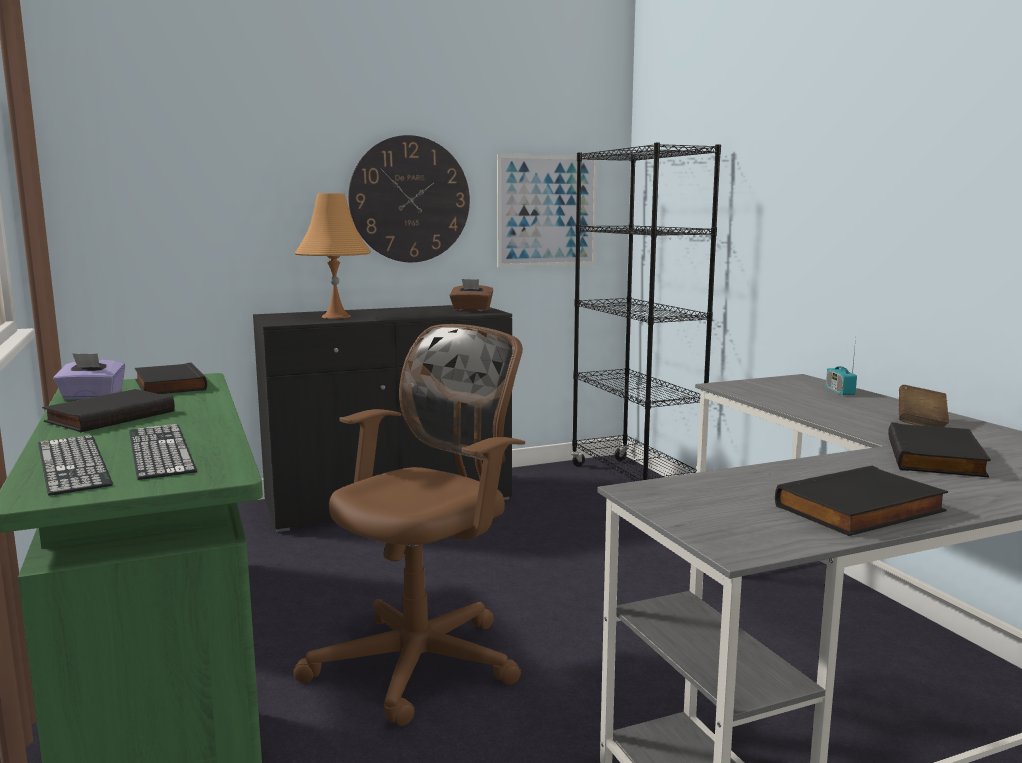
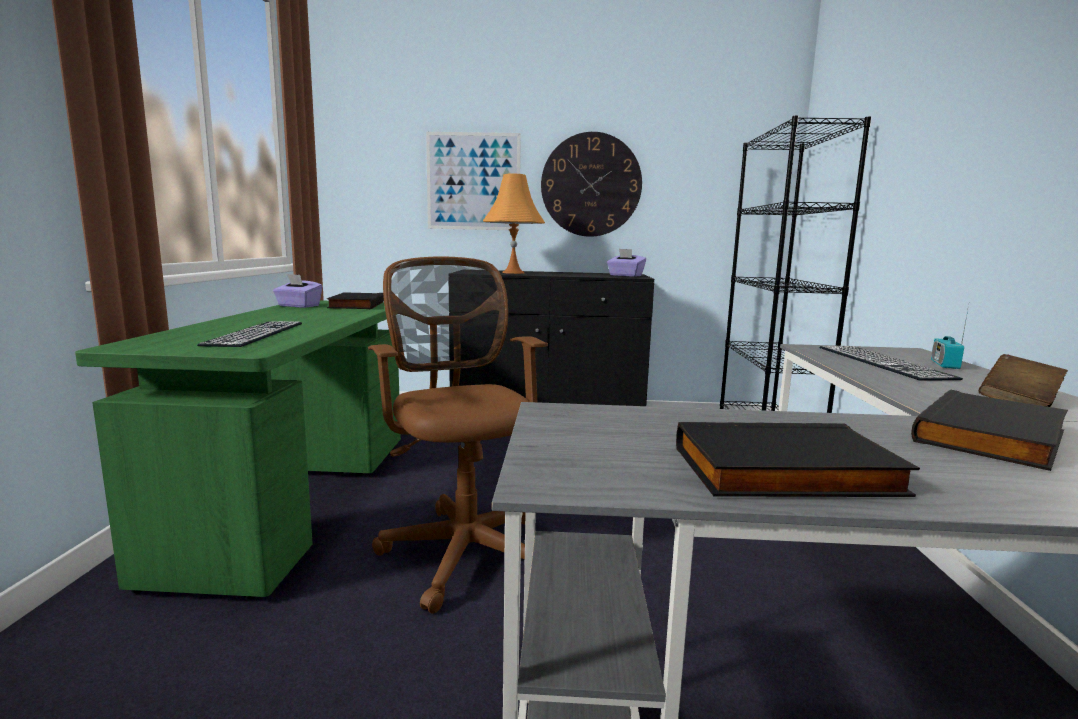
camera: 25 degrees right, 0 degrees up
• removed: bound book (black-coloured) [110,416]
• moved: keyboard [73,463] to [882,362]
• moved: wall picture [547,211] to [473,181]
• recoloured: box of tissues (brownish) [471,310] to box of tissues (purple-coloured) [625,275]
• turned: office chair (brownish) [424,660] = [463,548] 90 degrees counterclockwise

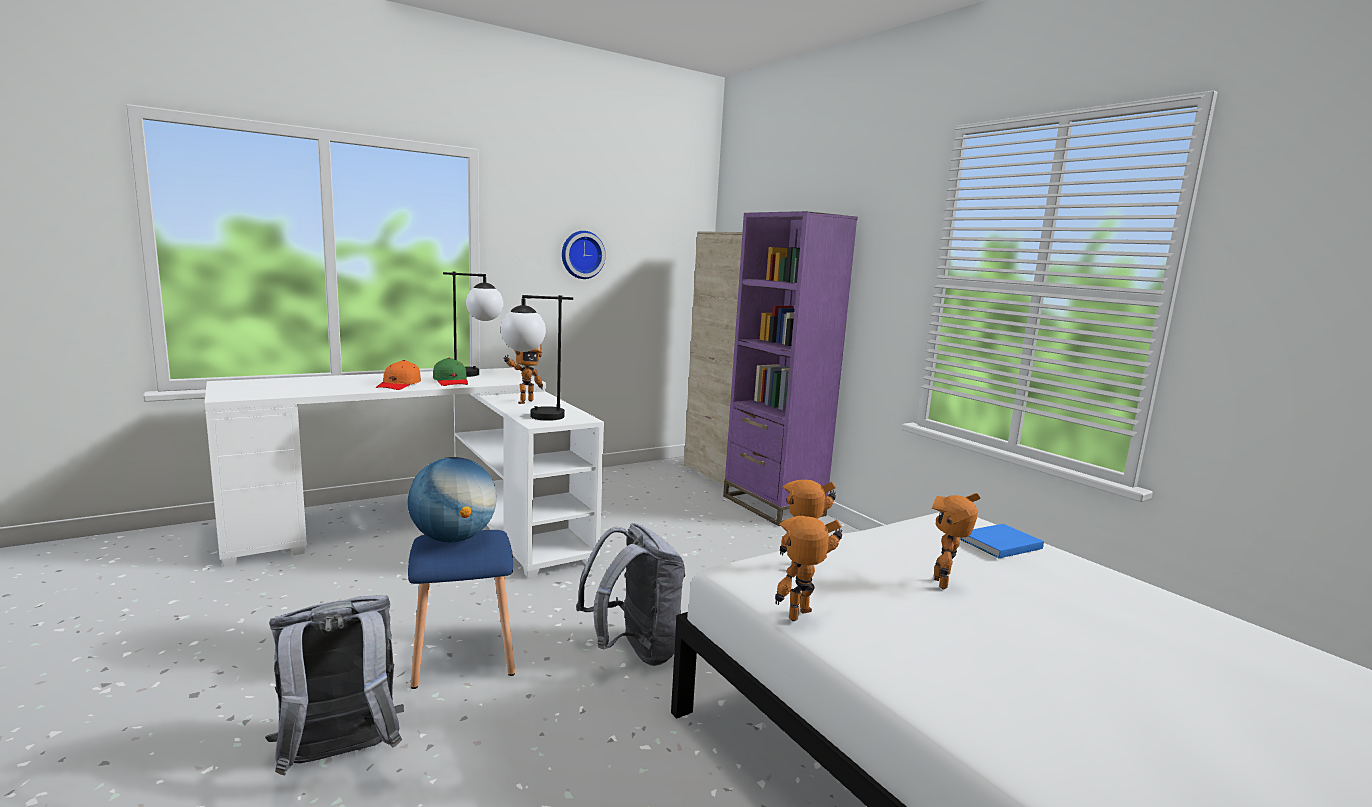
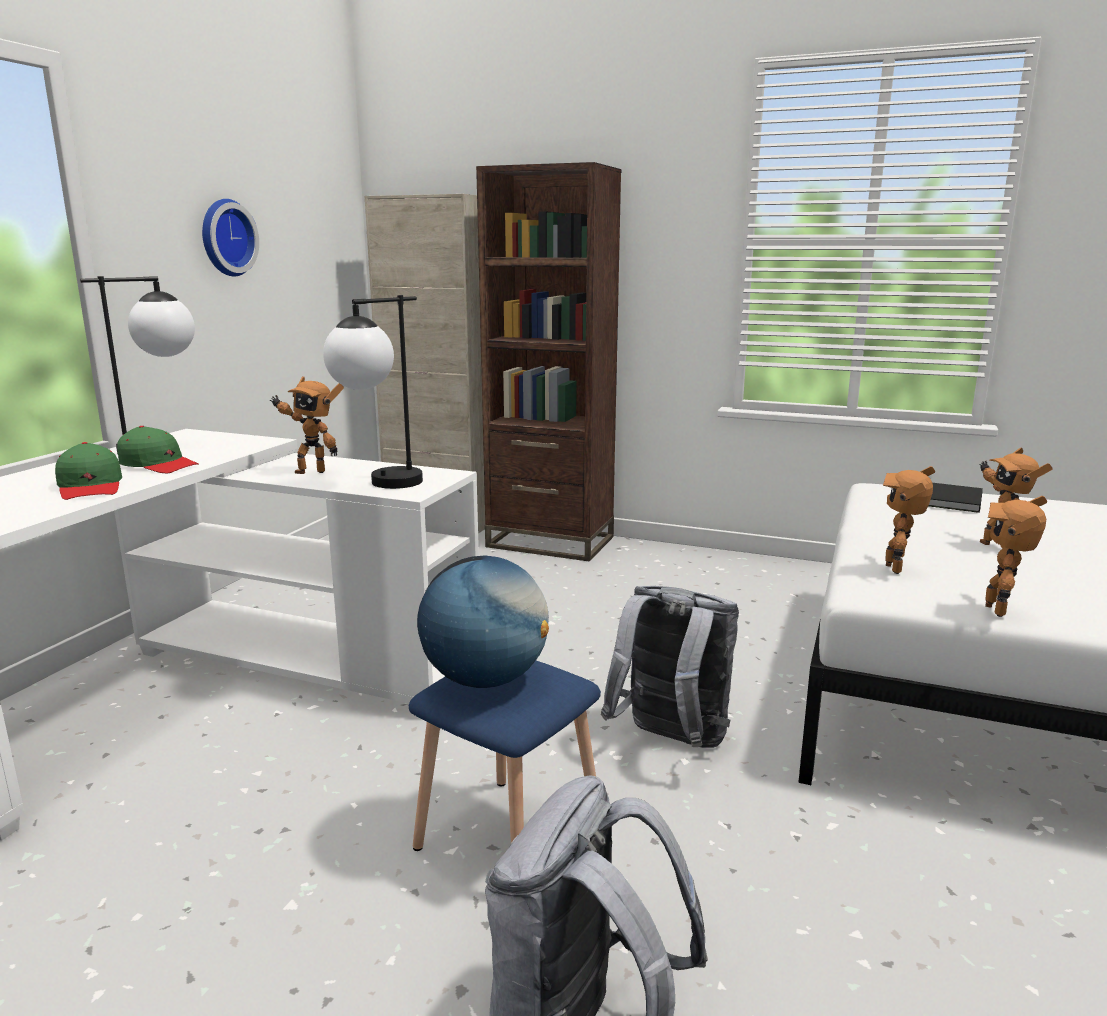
camera: 35 degrees left, 5 degrees up
• recoloured: baseball cap (orange-coloured) [399,385] to baseball cap (green) [91,487]
• recoloured: shelving unit (purple-coloured) [773,505] to shelving unit (brownish) [550,542]
• recoloured: bound book (bluish) [998,543] to bound book (black-coloured) [952,501]
• turned: toy robot [523,402] = [311,471] 90 degrees clockwise

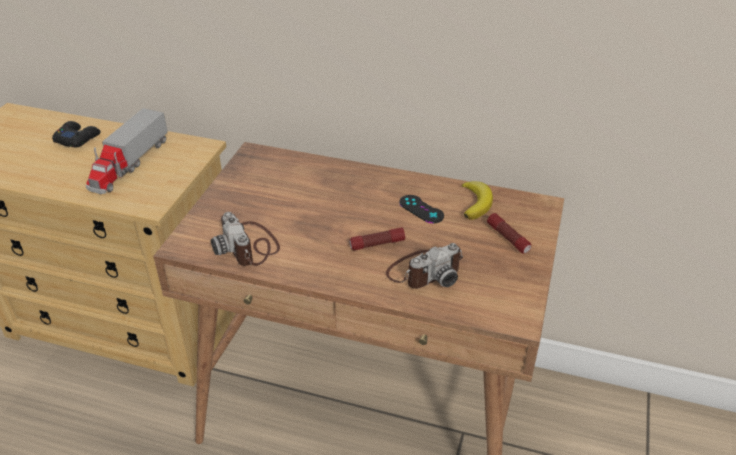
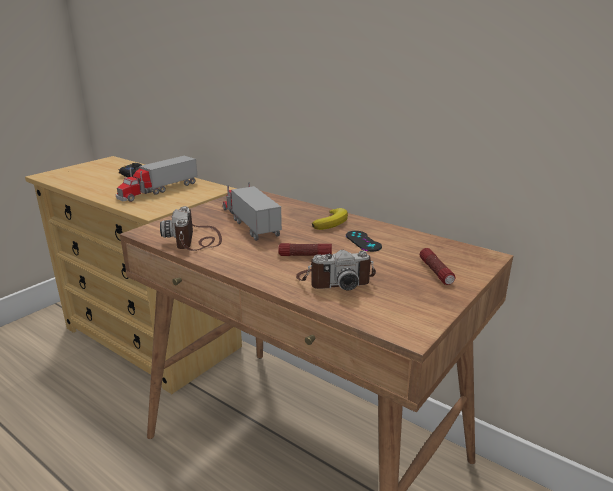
camera: 20 degrees right, 15 degrees down
• added: toy lorry [249,222]
• moved: banana [476,202] to [332,222]

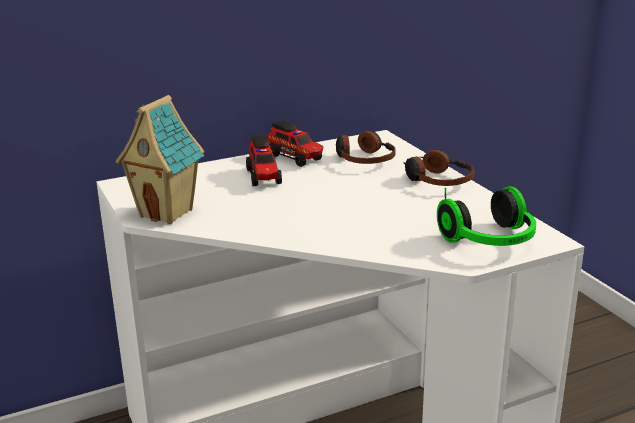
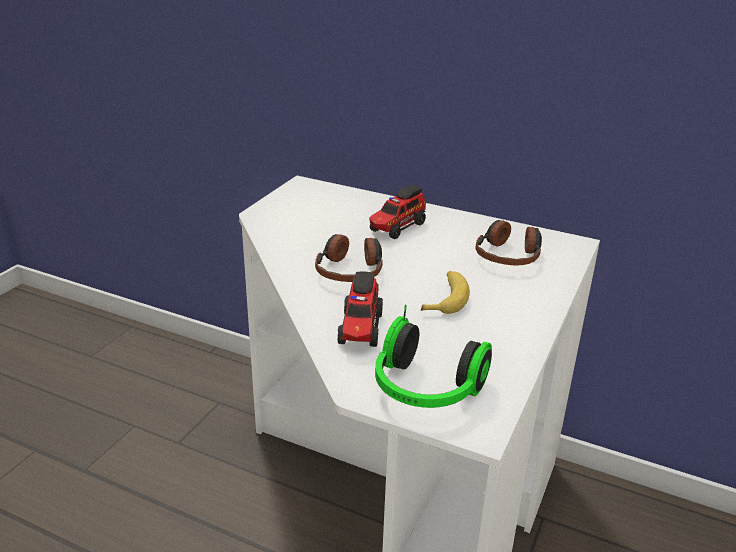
camera: 50 degrees right, 5 degrees up
• removed: toy house [168,212]
• added: banana [446,298]
• moved: toy lorry [296,158] to [360,329]
• moved: pair of headphones [437,180] to [350,270]

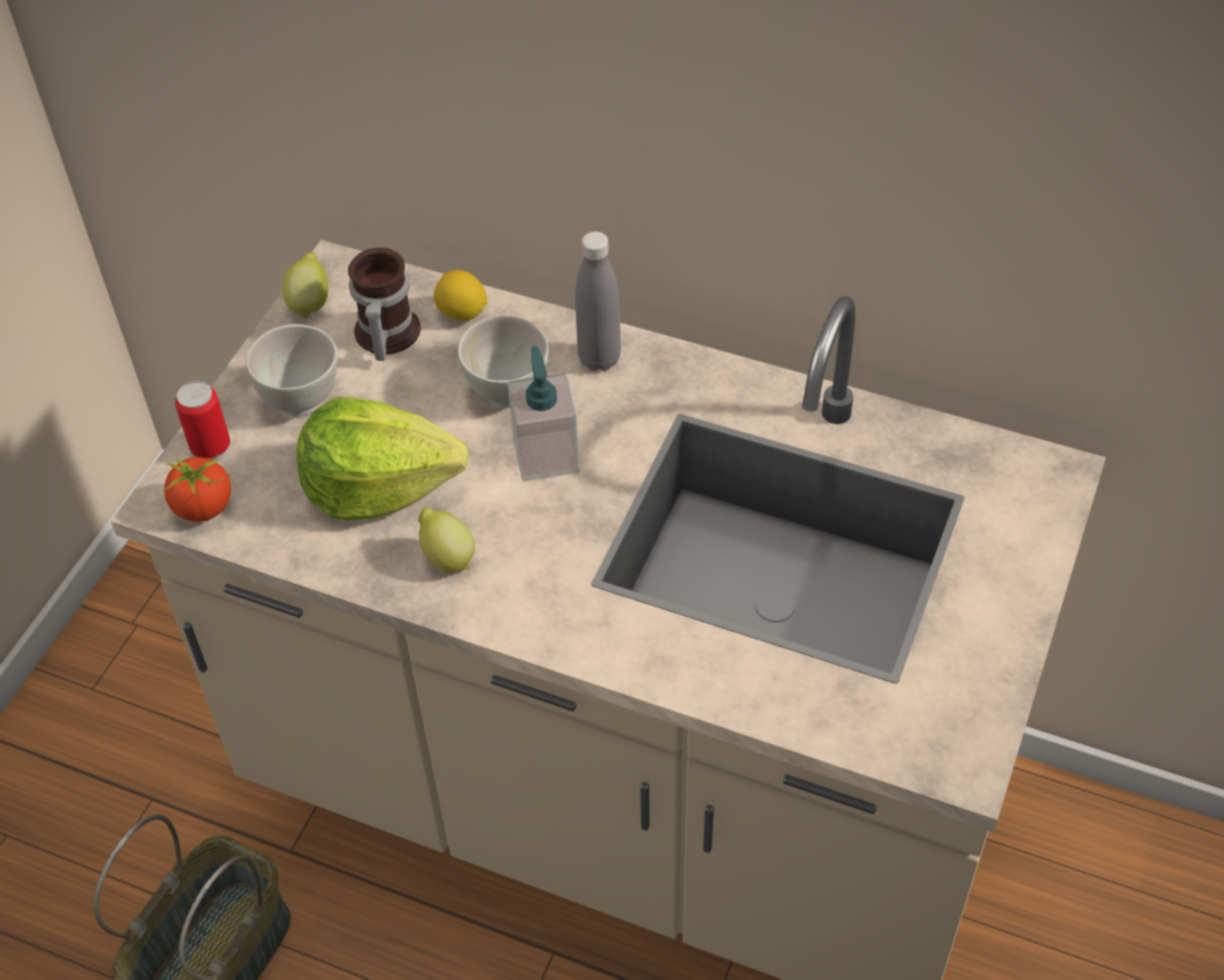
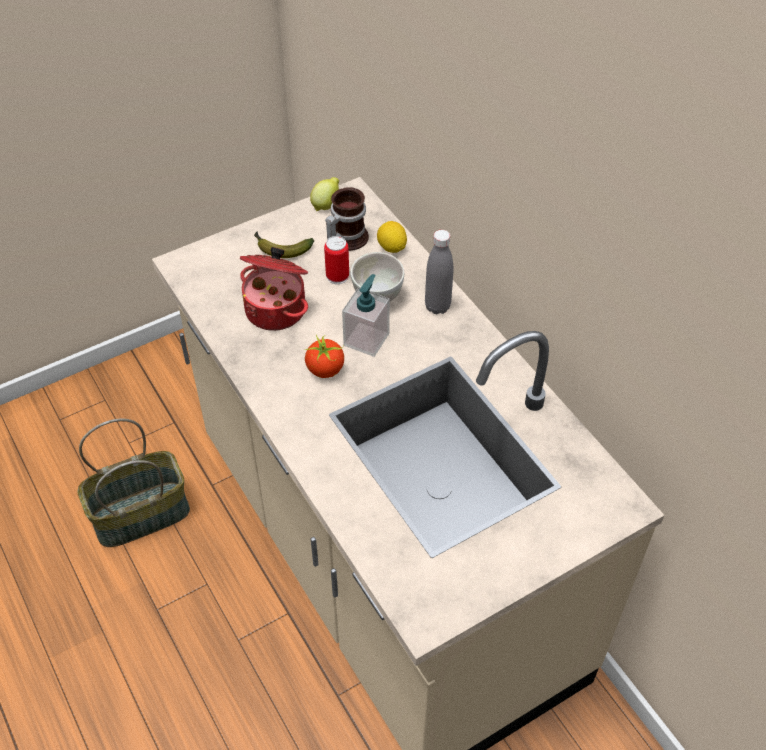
camera: 35 degrees right, 0 degrees up
• removed: lemon [447,557]
• moved: fresh tomato [204,507] to [325,369]
• moved: metal can [211,447] to [337,276]
• replaced: bowl (whitish) [301,399] to banana [280,248]
• replaced: lettuce head [379,486] to stockpot [277,309]

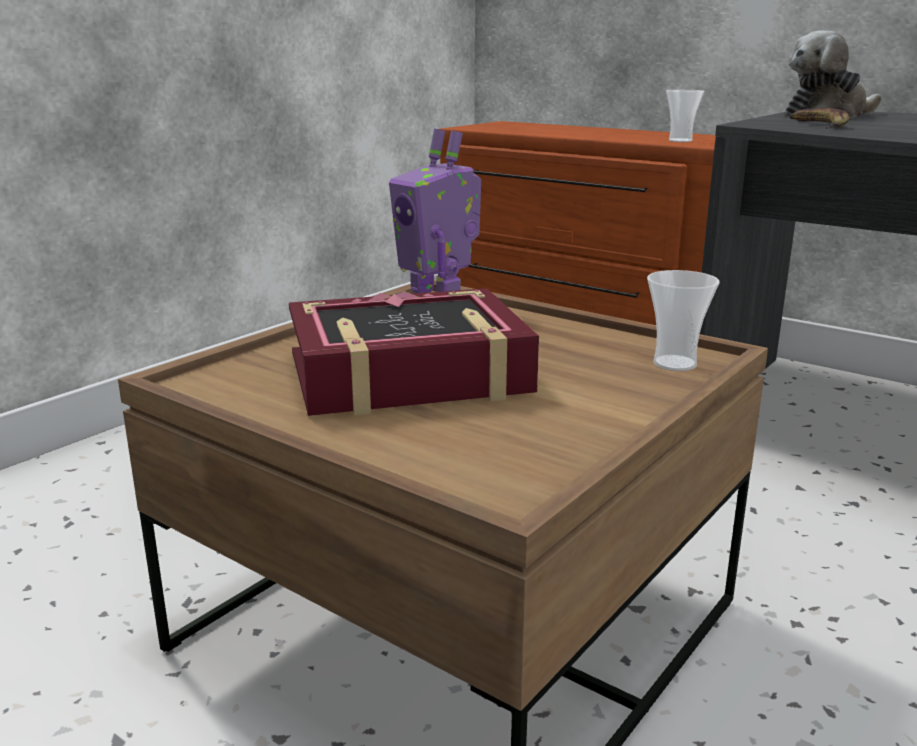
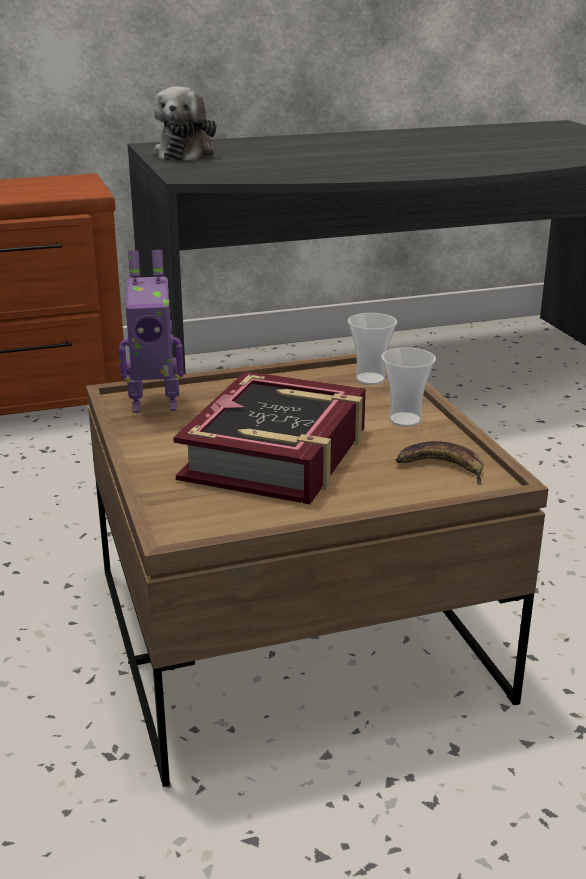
camera: 55 degrees left, 5 degrees up
• moved: cup [680,141] to [405,420]
• moved: banana [819,125] to [440,468]

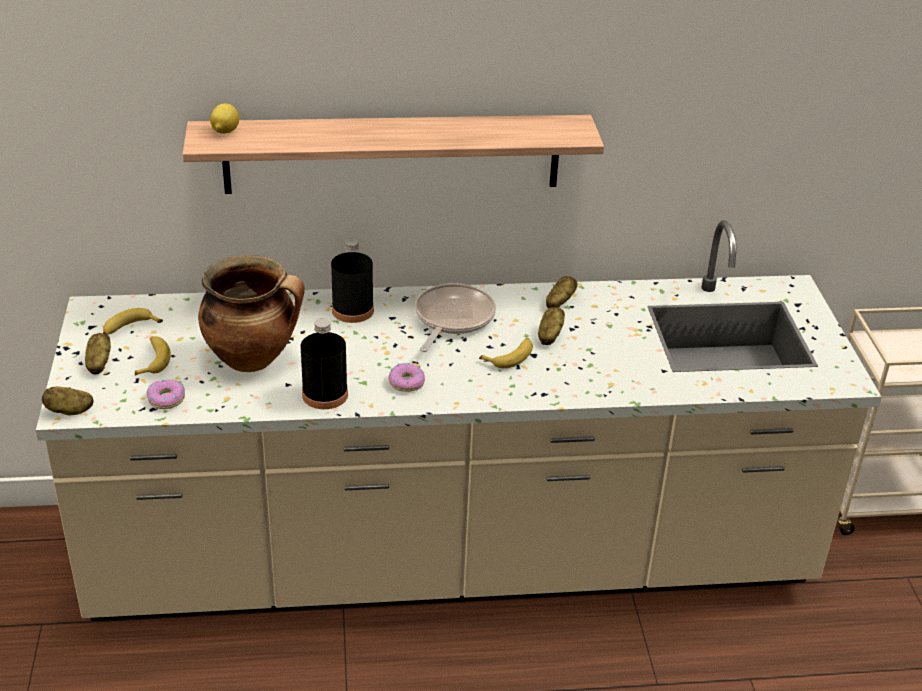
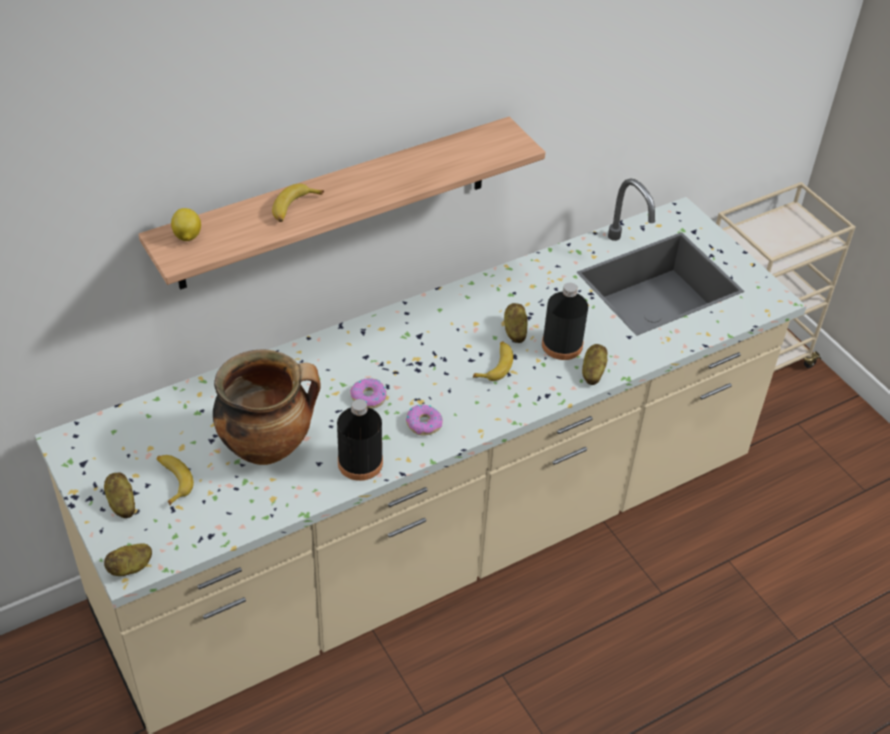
camera: 25 degrees left, 10 degrees up
• removed: pan [452,318]
• moved: banana [129,328] to [294,208]
• moved: donut [166,399] to [368,397]
• moved: bottle (black-coloured) [352,310] to [562,345]
• moved: spud [559,302] to [592,372]

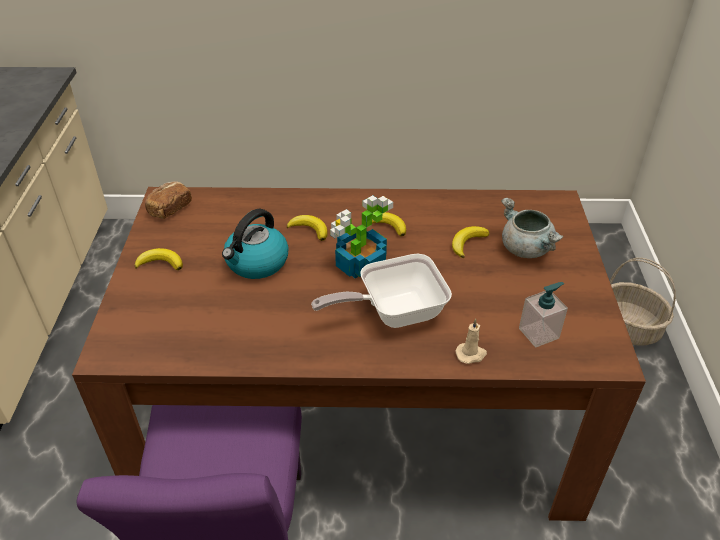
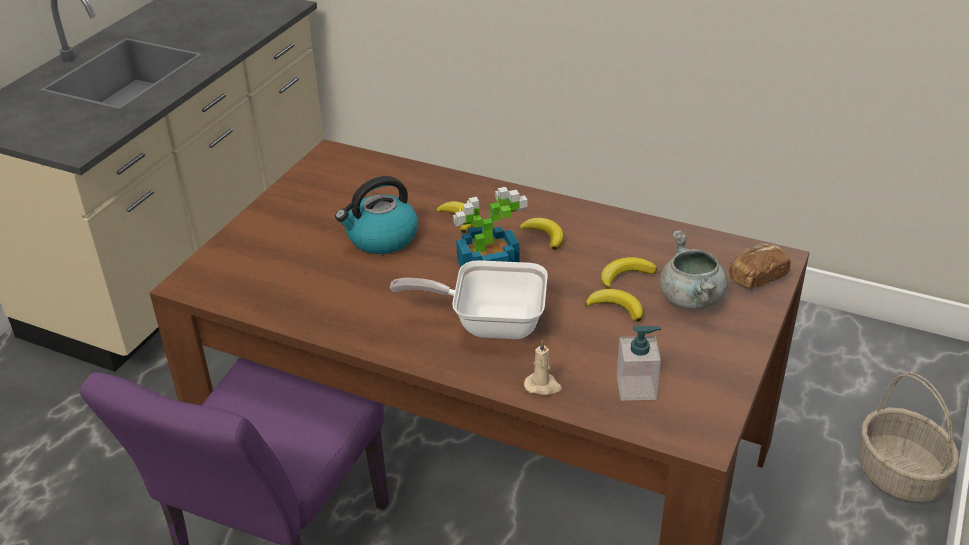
camera: 25 degrees right, 5 degrees down
• moved: banana [160,263] to [616,308]
• moved: bakery bread [169,208] to [756,277]

